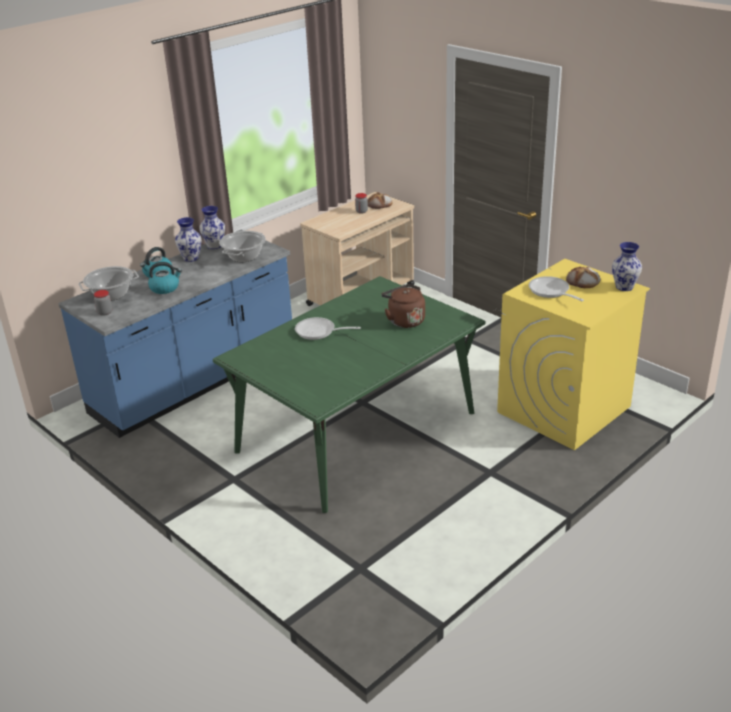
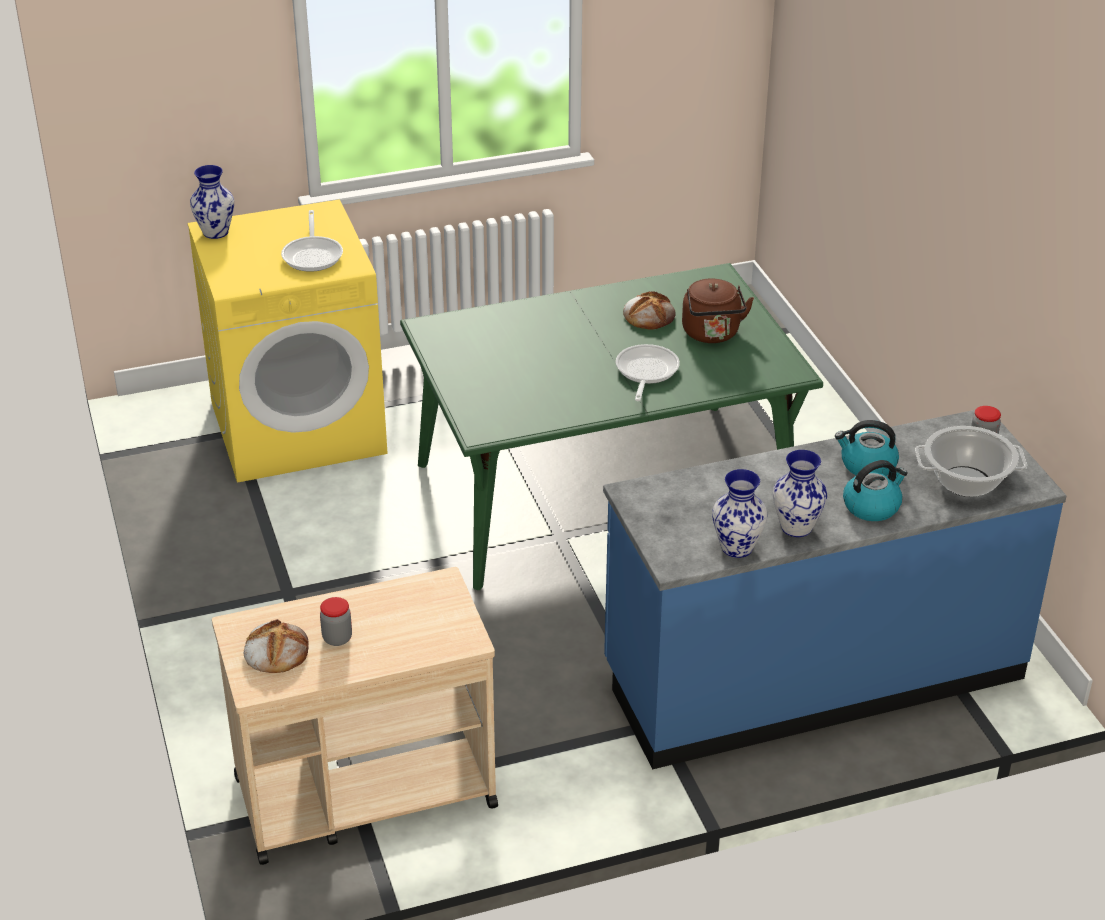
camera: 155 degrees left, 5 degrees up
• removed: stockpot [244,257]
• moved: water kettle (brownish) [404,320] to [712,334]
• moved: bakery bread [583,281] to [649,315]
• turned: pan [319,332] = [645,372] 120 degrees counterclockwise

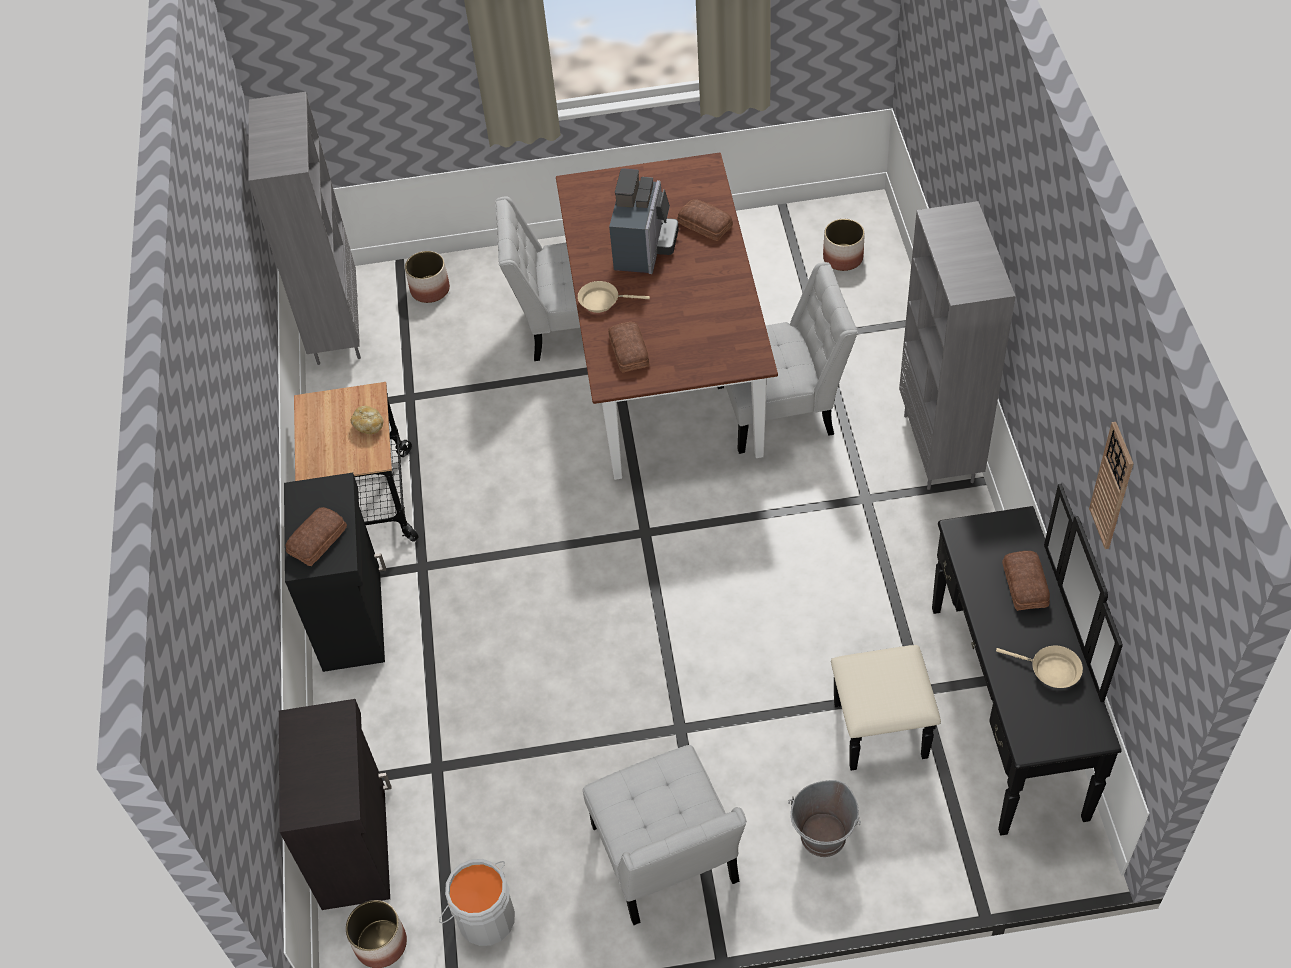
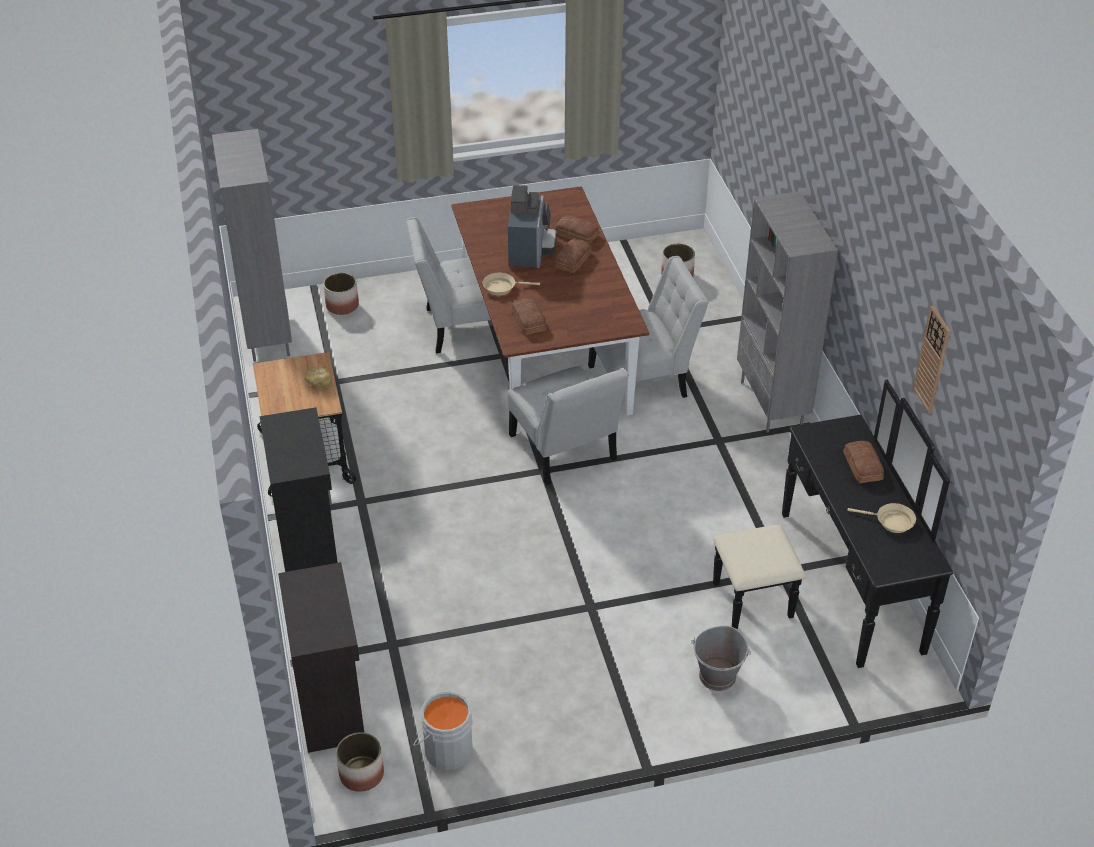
camera: 10 degrees left, 10 degrees down
• moved: bakery bread [319,540] to [574,260]
• moved: upright chair (whitish) [667,862] to [565,451]

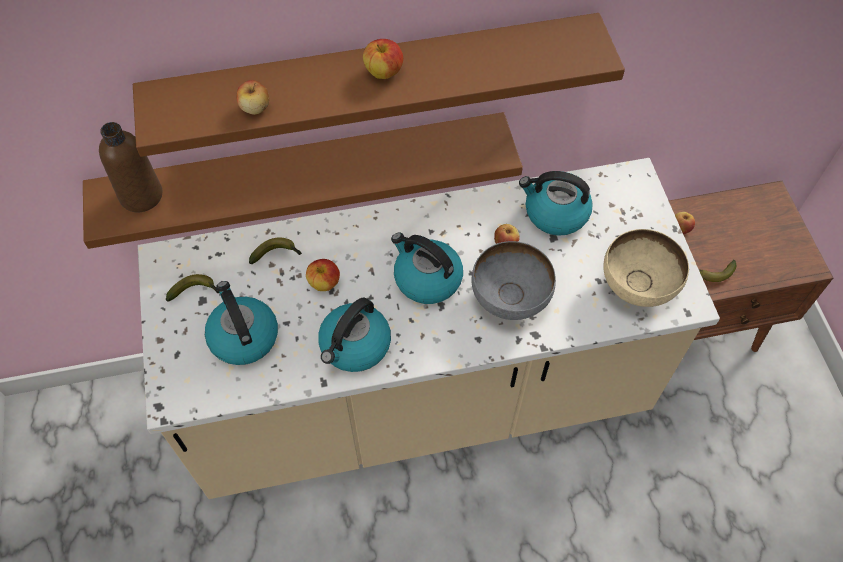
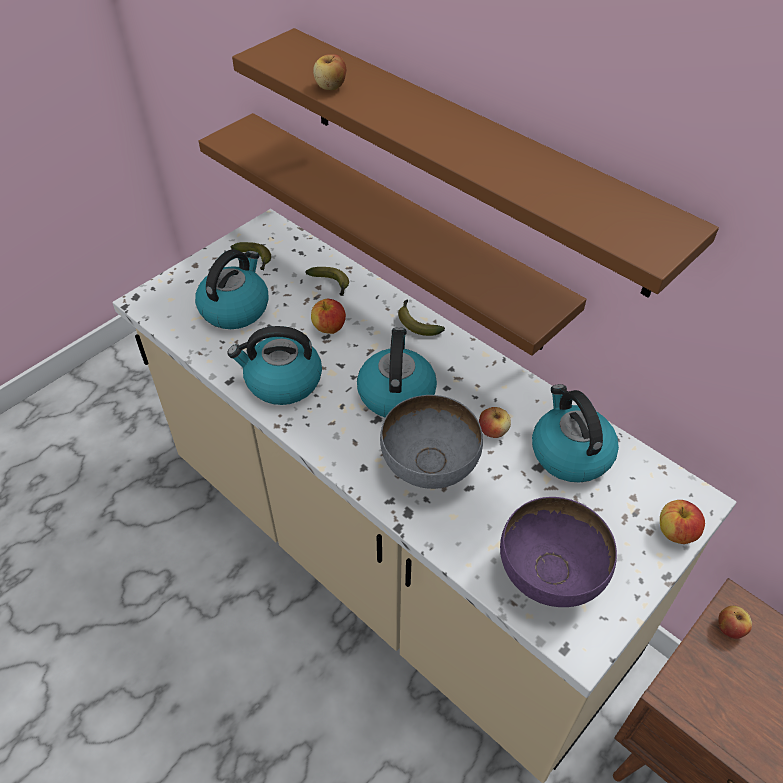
camera: 55 degrees right, 10 degrees down
• removed: bottle (brownish) [141,195]
• moved: apple [384,72] to [675,533]
• moved: banana [712,272] to [416,322]
• recoloured: bowl (beige) [636,288] to bowl (purple-coloured) [548,577]

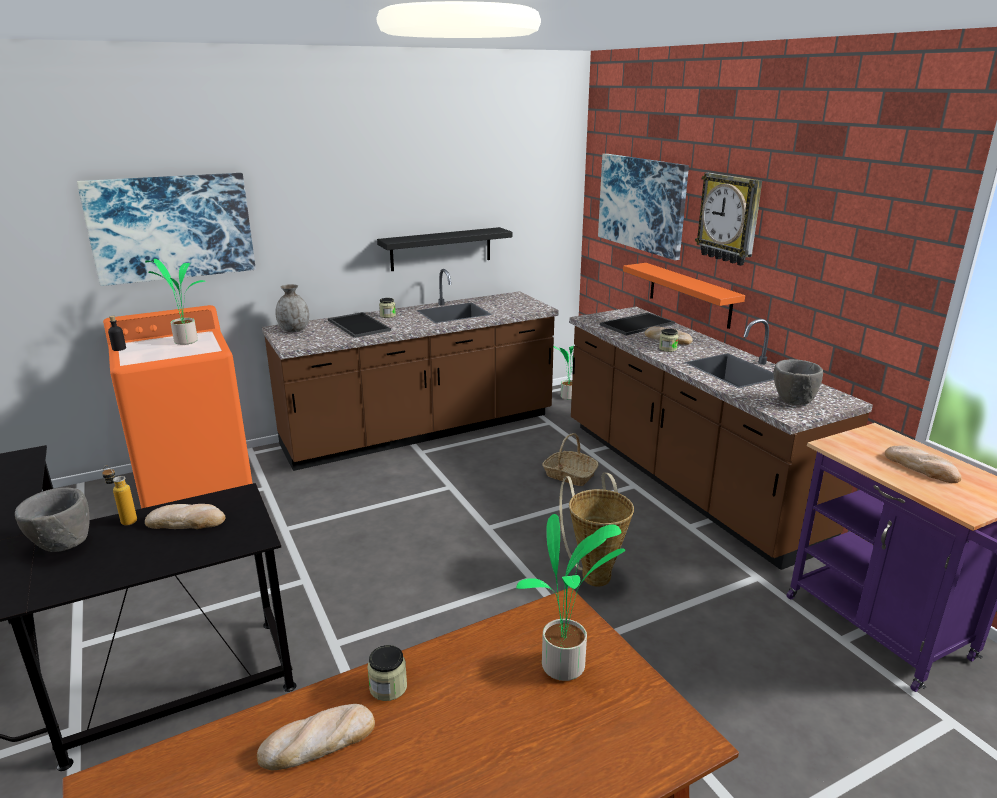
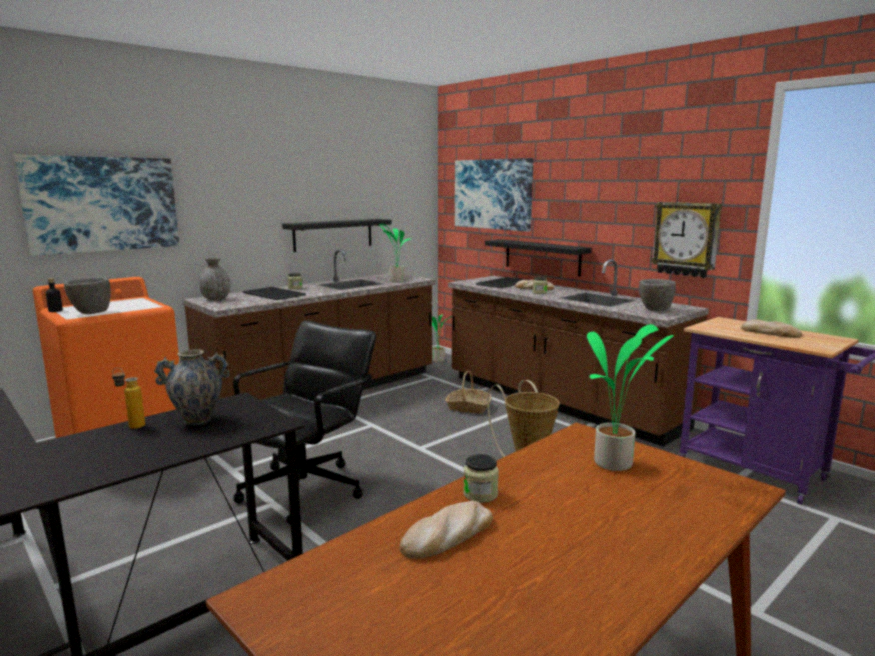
camera: 15 degrees left, 10 degrees down
• added: office chair (black-coloured) [304,491]
• moved: bowl (greyish) [62,546] to [91,313]
• moved: plant in a pot [185,341] to [396,281]
• moved: clock on the wall [729,218] to [686,239]
• replaced: bakery bread [186,521] to decorative vase [197,420]
• recoloured: wall shelf (orange-coloured) [689,295] to wall shelf (black-coloured) [542,257]

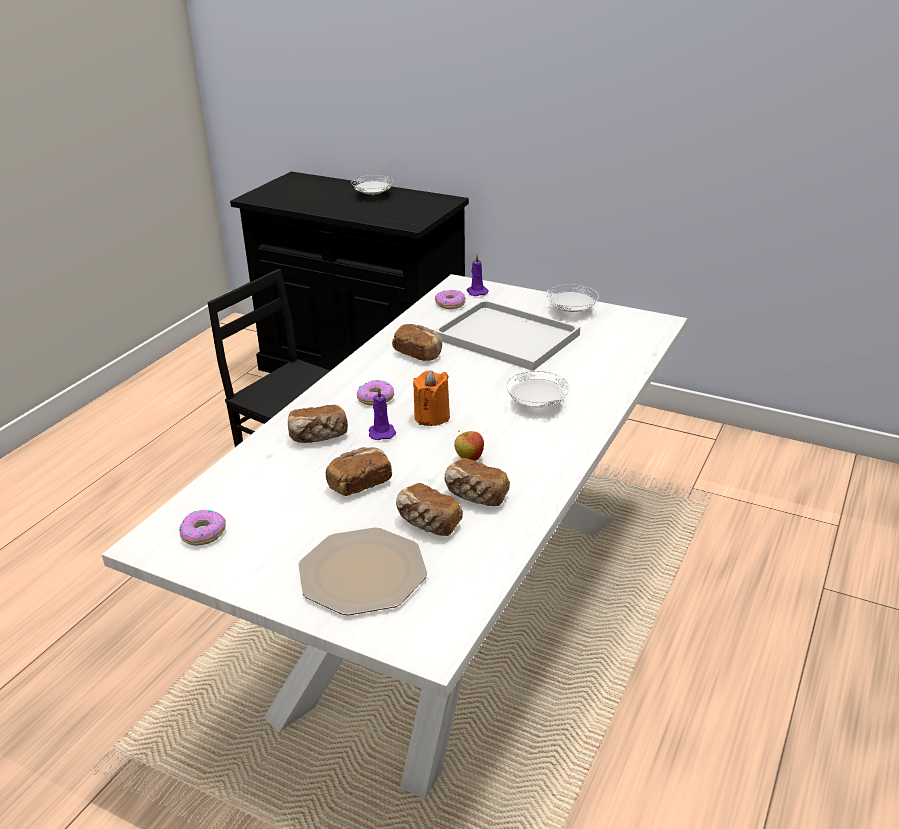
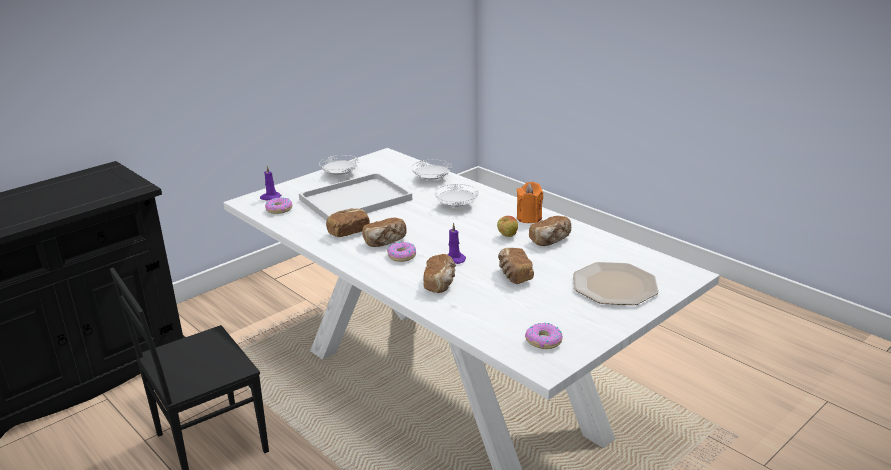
camera: 70 degrees left, 5 degrees down
• moved: flat dish (whitish) [373,195] to [432,179]
• moved: bakery bread [428,523] to [385,242]
• moved: wax candle (orange-coloured) [432,417] to [529,218]

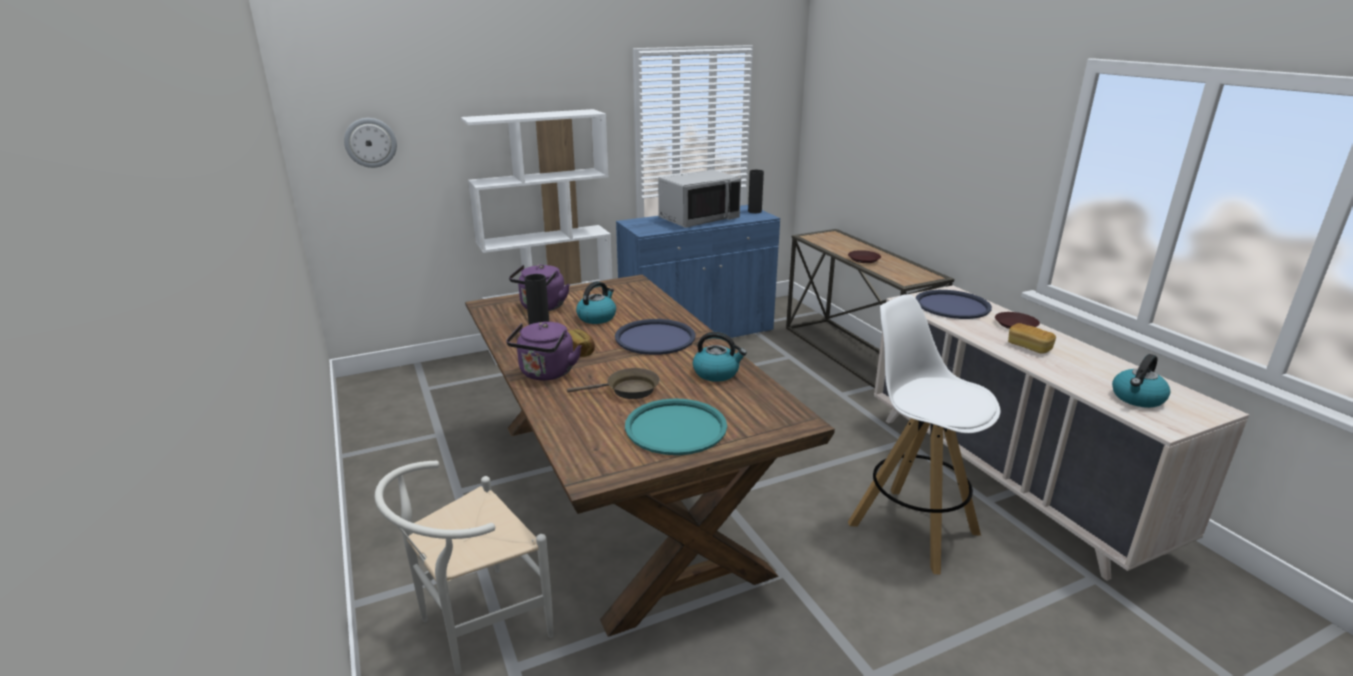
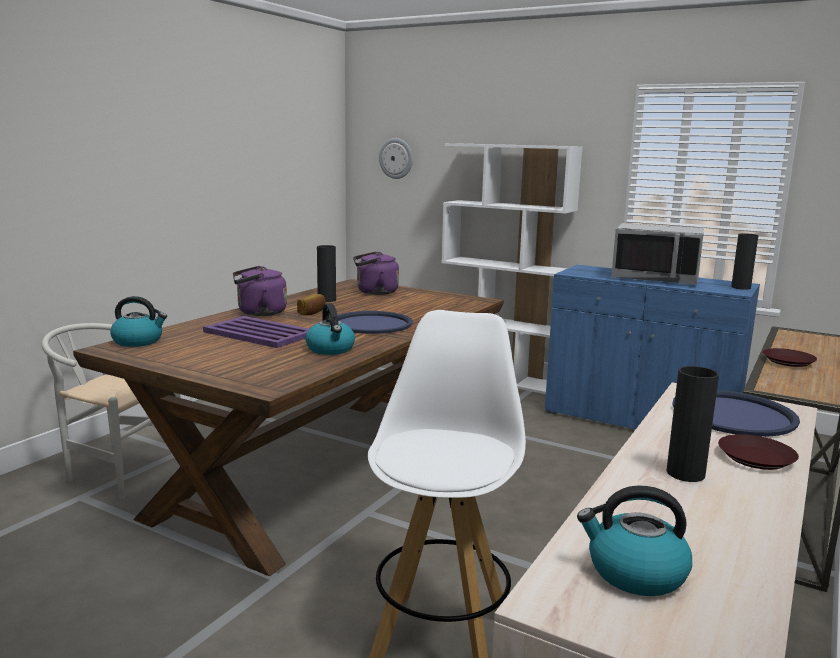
camera: 55 degrees right, 10 degrees down
• removed: serving tray (blue-green) [676,428]
• moved: water kettle [597,317] to [138,341]
• replaced: pan (brownish) [628,390] to serving tray (purple-coloured) [260,333]
• replaced: bakery bread [1029,347] to decorative vase (black-coloured) [685,473]

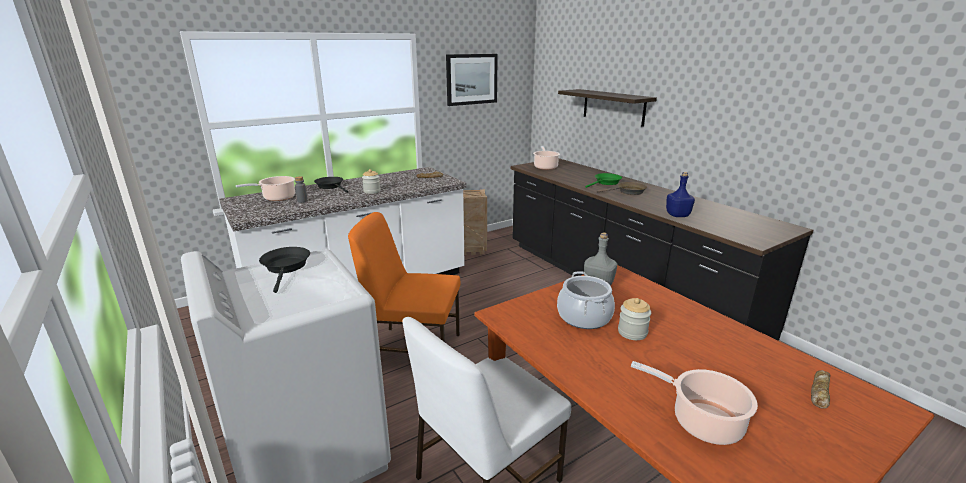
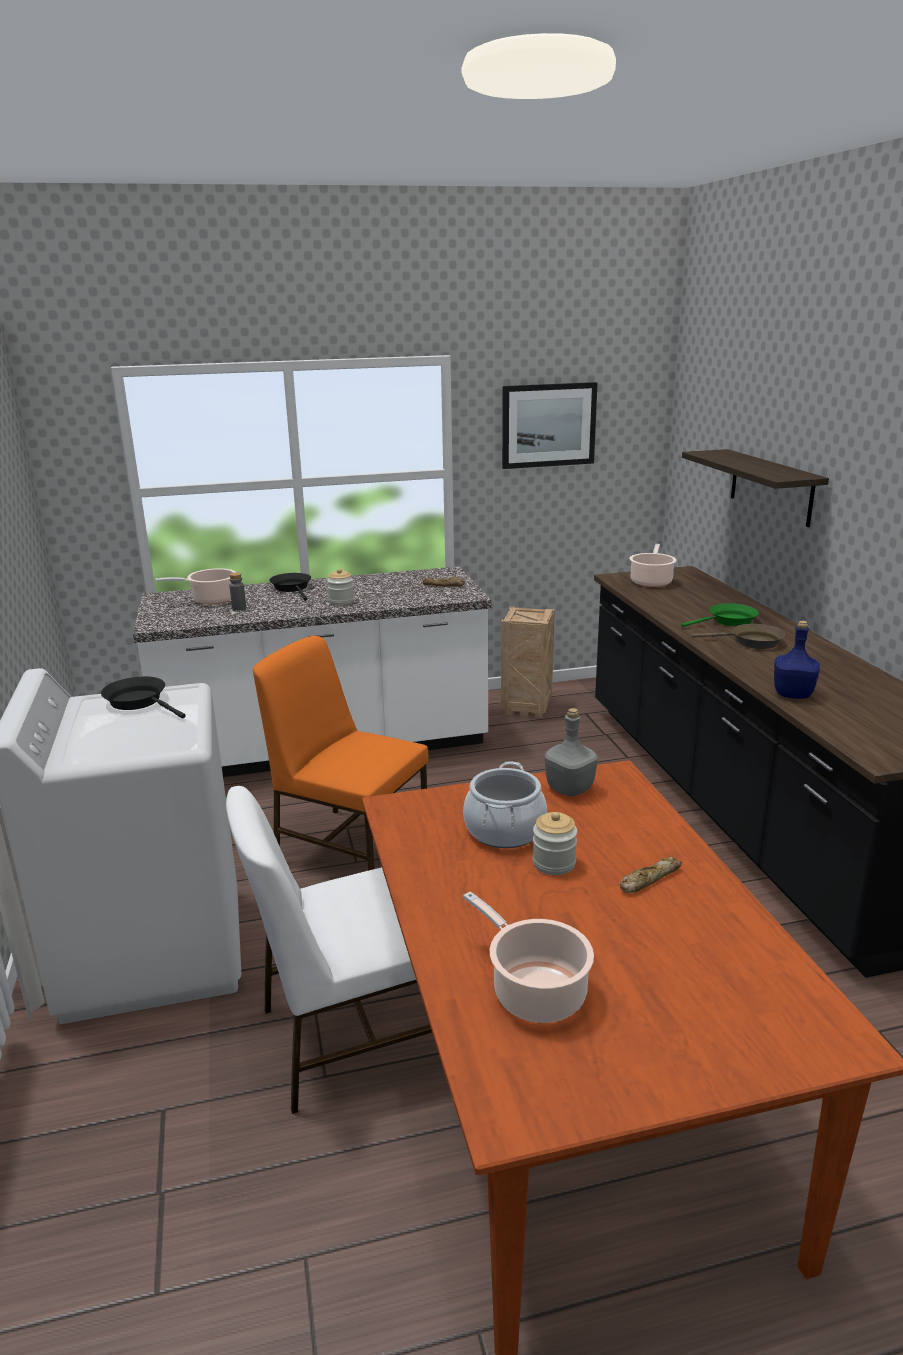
camera: 20 degrees right, 0 degrees up
• moved: bakery bread [819,392] to [649,879]
• turned: pan (black-coloured) [286,267] = [139,702] 60 degrees counterclockwise

